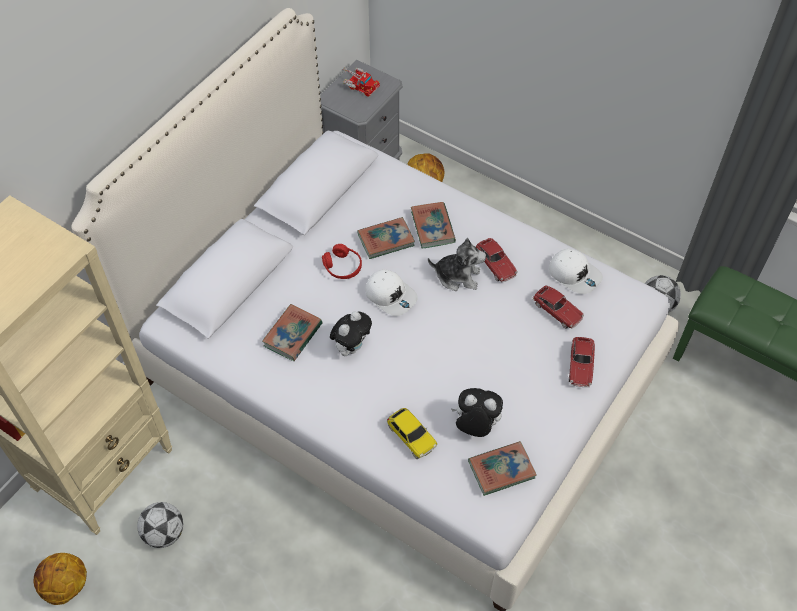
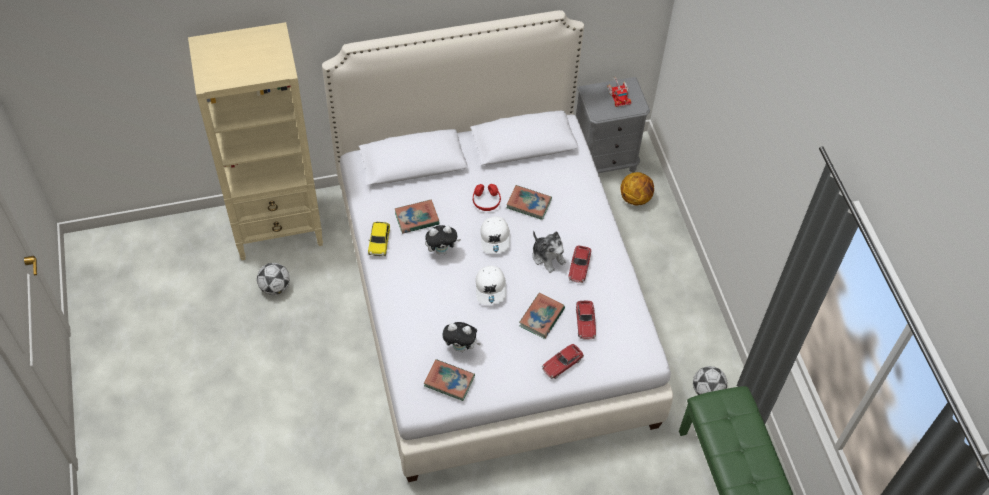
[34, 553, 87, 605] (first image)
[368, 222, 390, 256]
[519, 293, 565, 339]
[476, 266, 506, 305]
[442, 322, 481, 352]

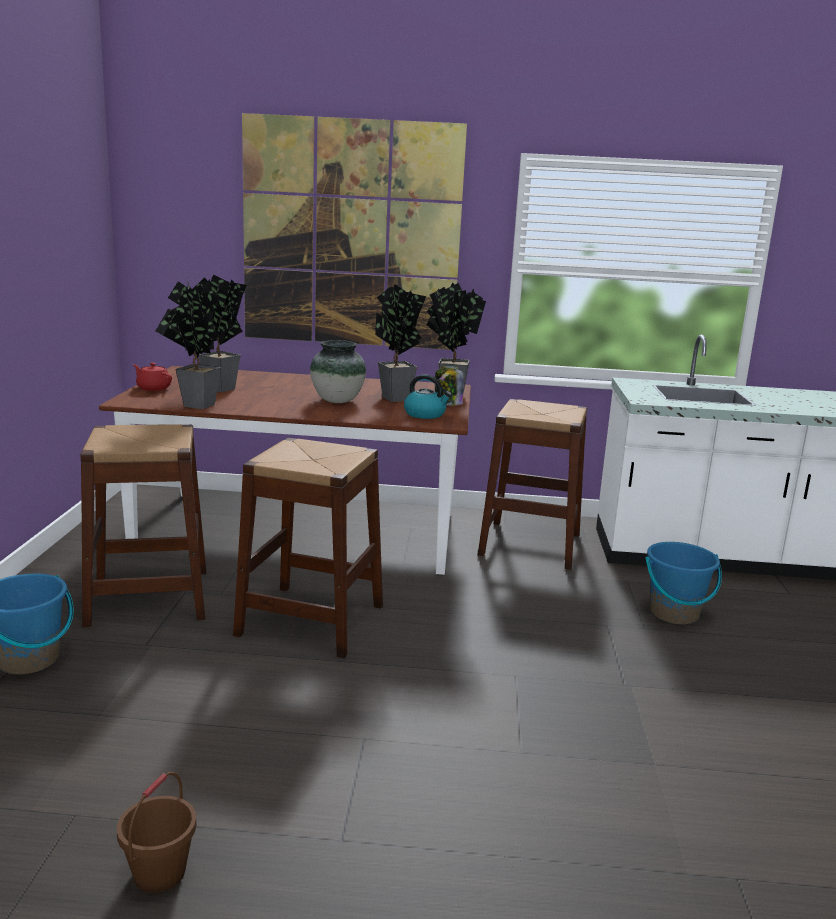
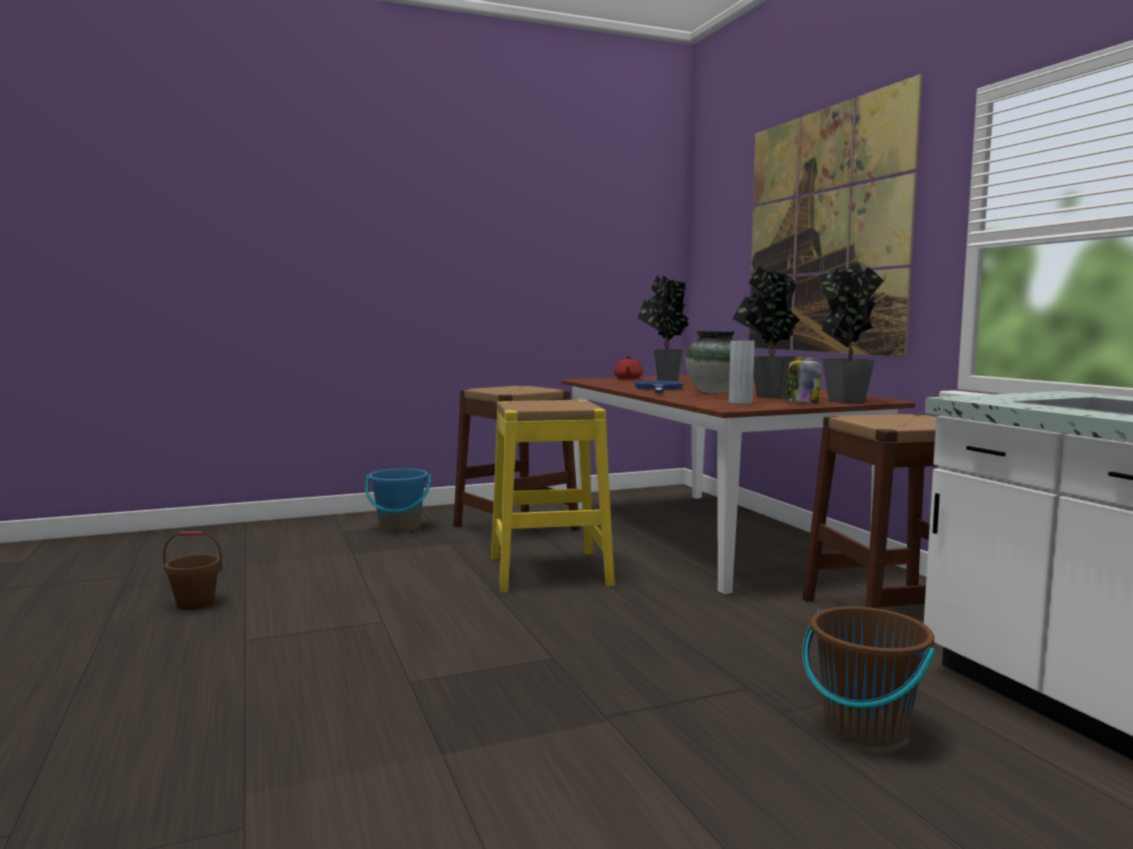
[155, 281, 221, 409] (first image)
[634, 381, 684, 393]
[729, 340, 755, 404]
[491, 400, 615, 592]
[802, 606, 935, 748]

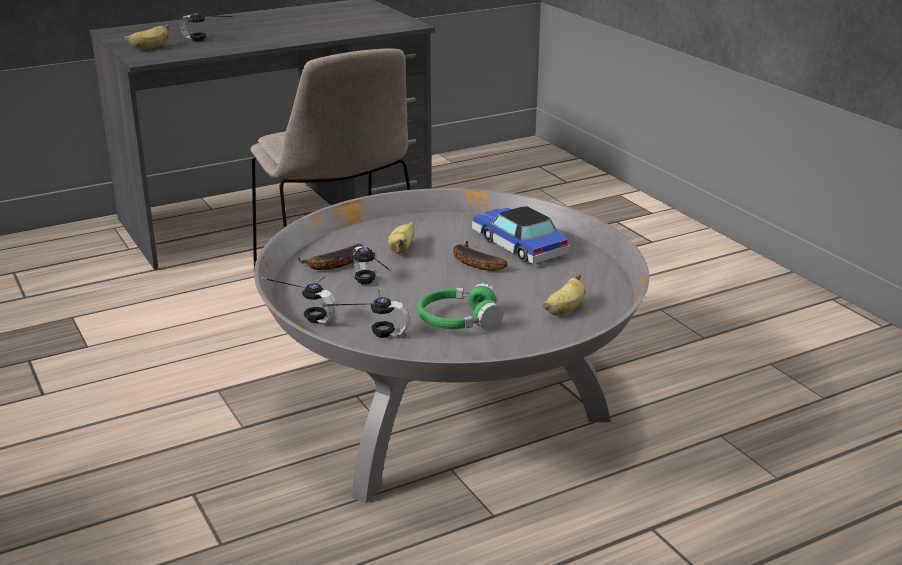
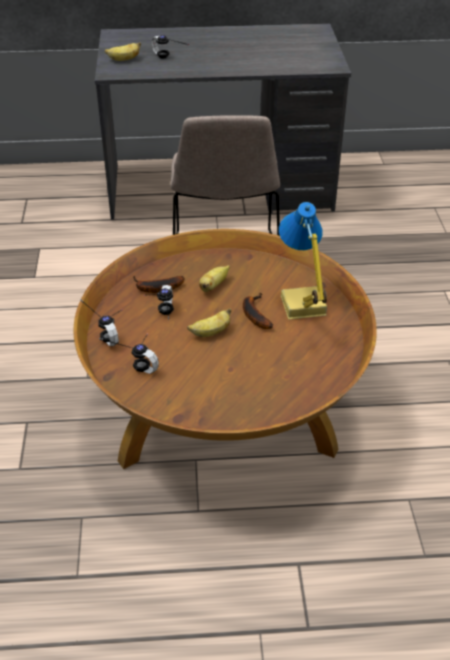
[417, 283, 503, 330] (first image)
[187, 308, 231, 337]
[279, 202, 327, 320]
[74, 229, 377, 469]

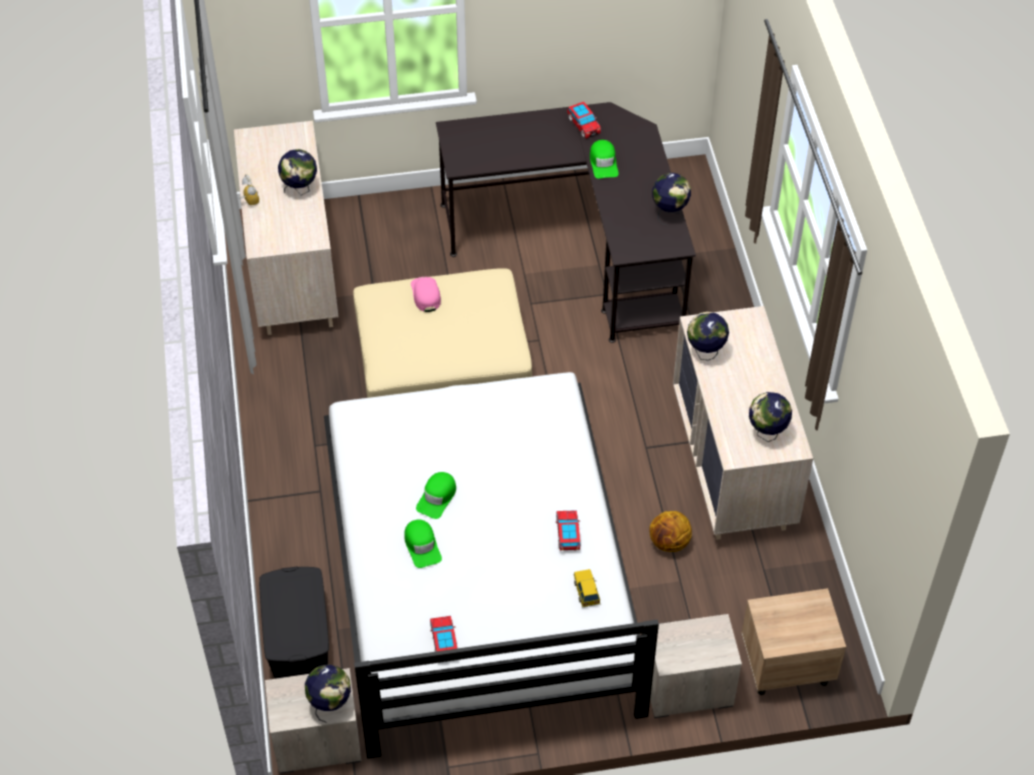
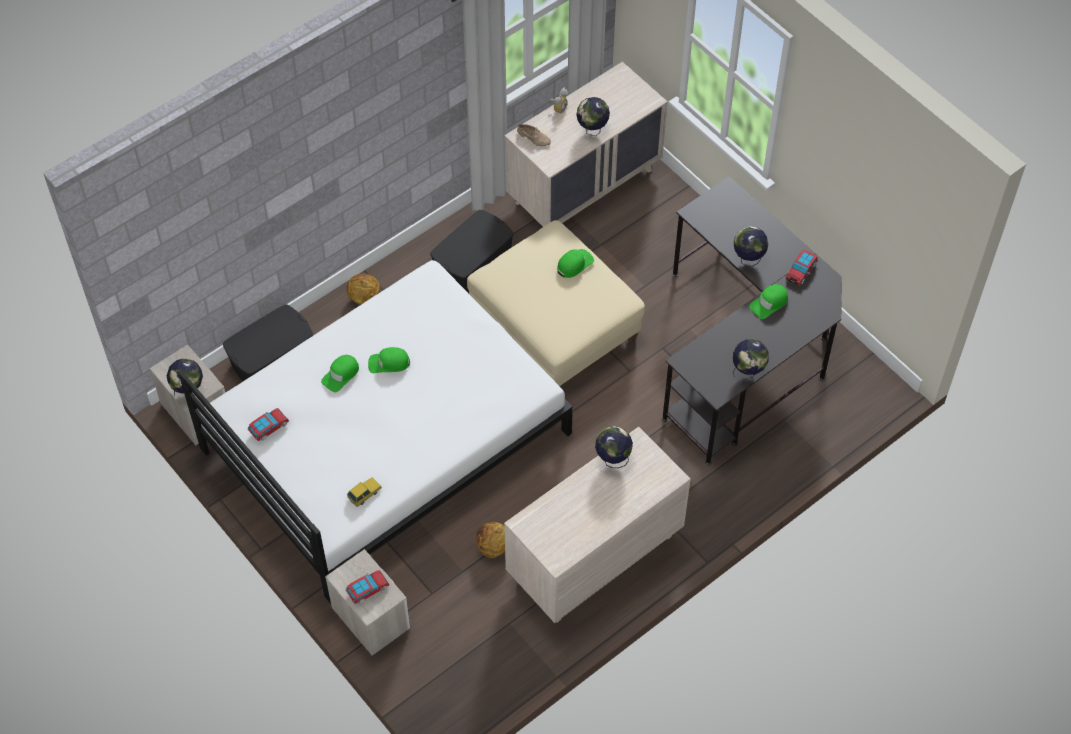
[741, 588, 846, 695] (first image)
[346, 273, 380, 304]
[430, 210, 514, 292]
[517, 124, 551, 146]
[346, 570, 389, 604]
[733, 226, 768, 267]
[557, 249, 594, 278]

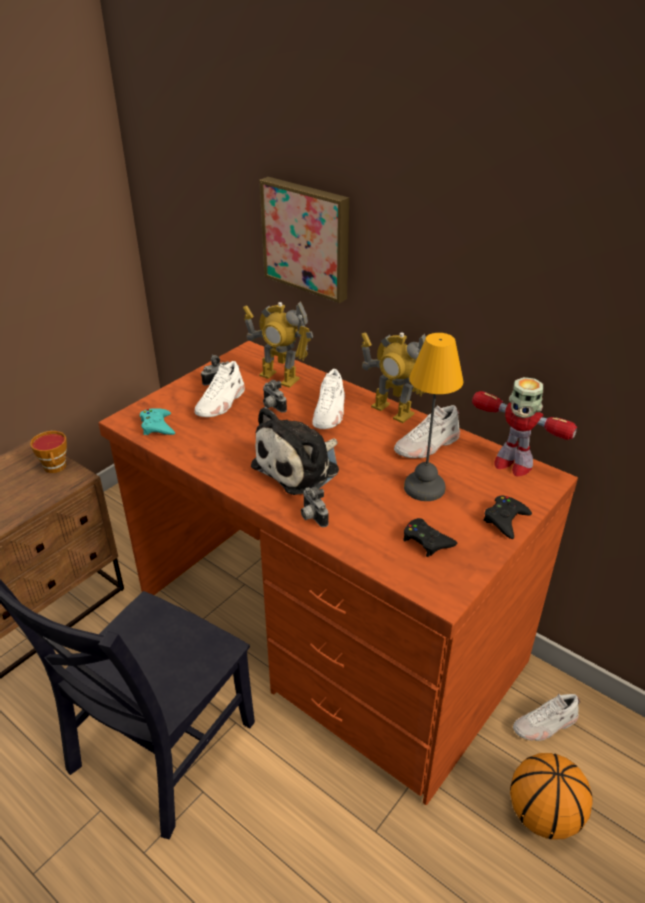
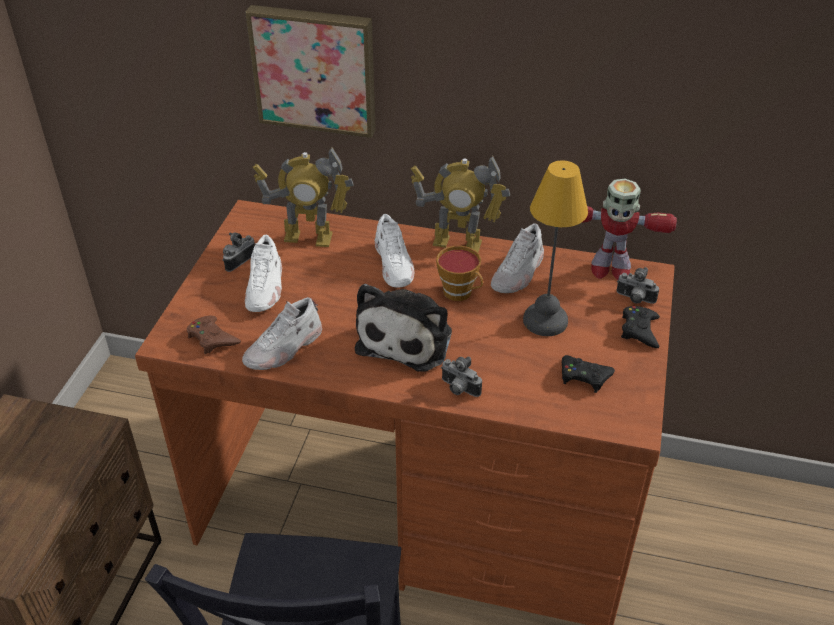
[510, 753, 593, 839] (first image)
[436, 246, 483, 301]
[617, 267, 659, 304]
[242, 297, 322, 370]
[187, 315, 241, 354]

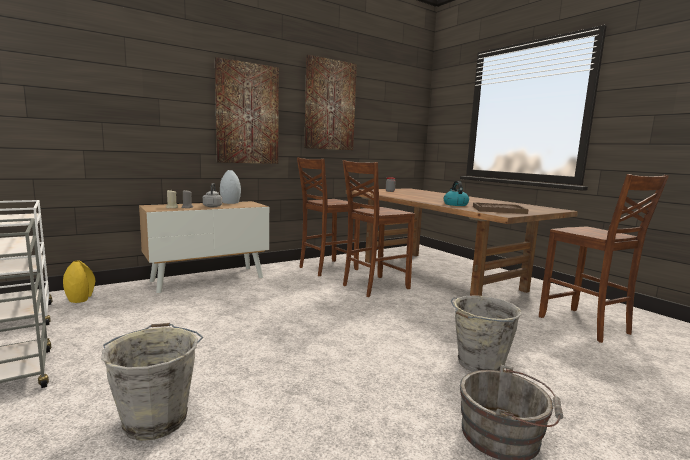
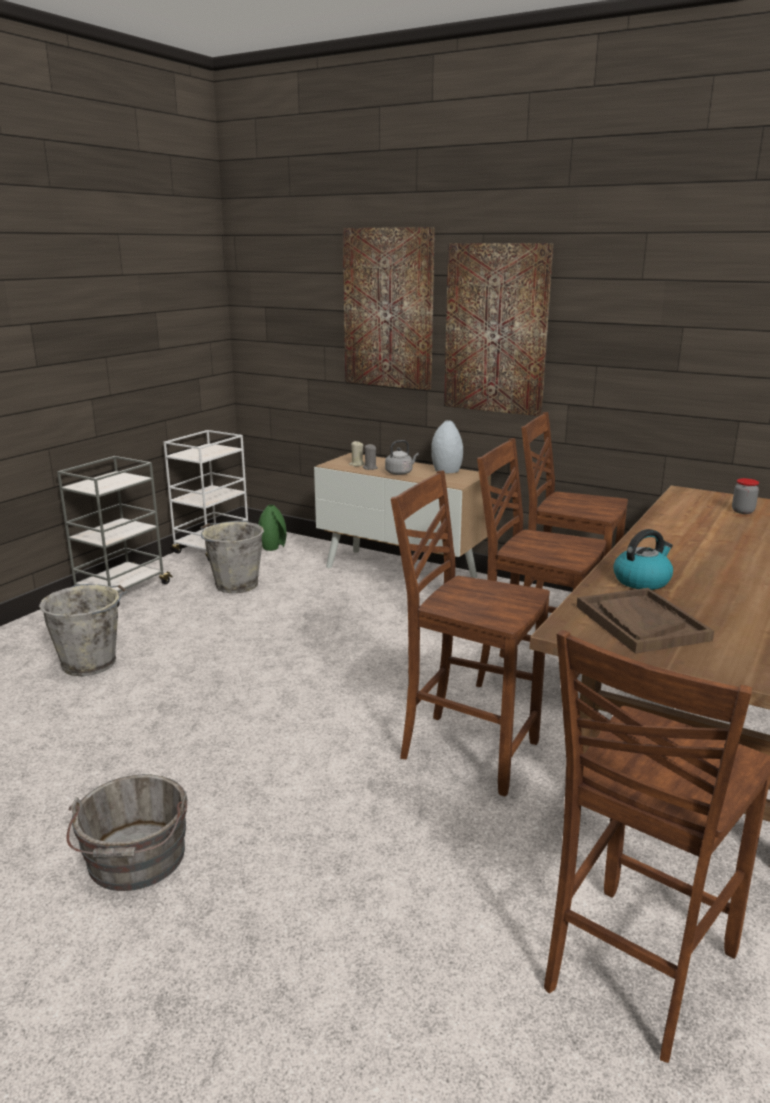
[391, 471, 550, 796]
[343, 227, 435, 390]
[200, 521, 264, 593]
[258, 505, 287, 551]

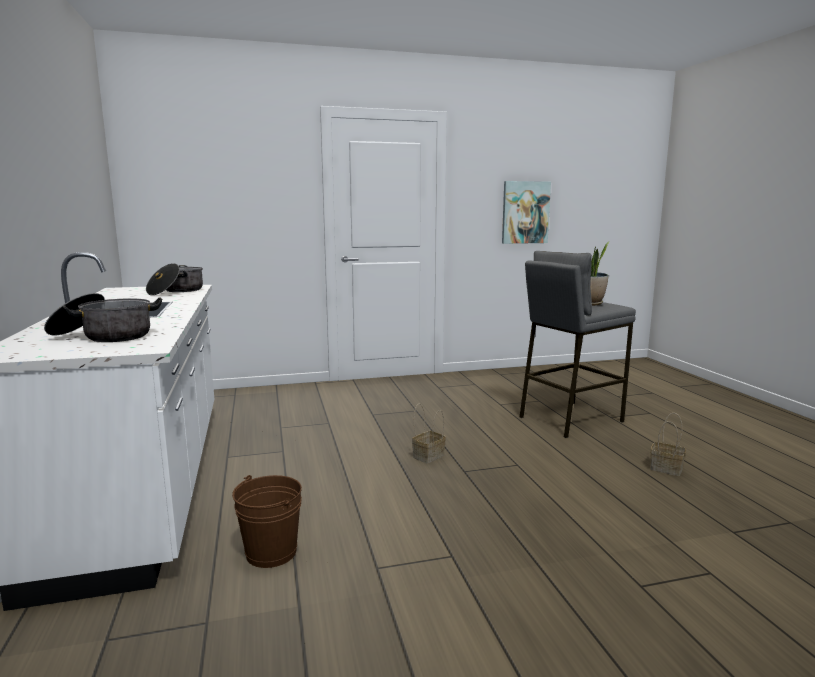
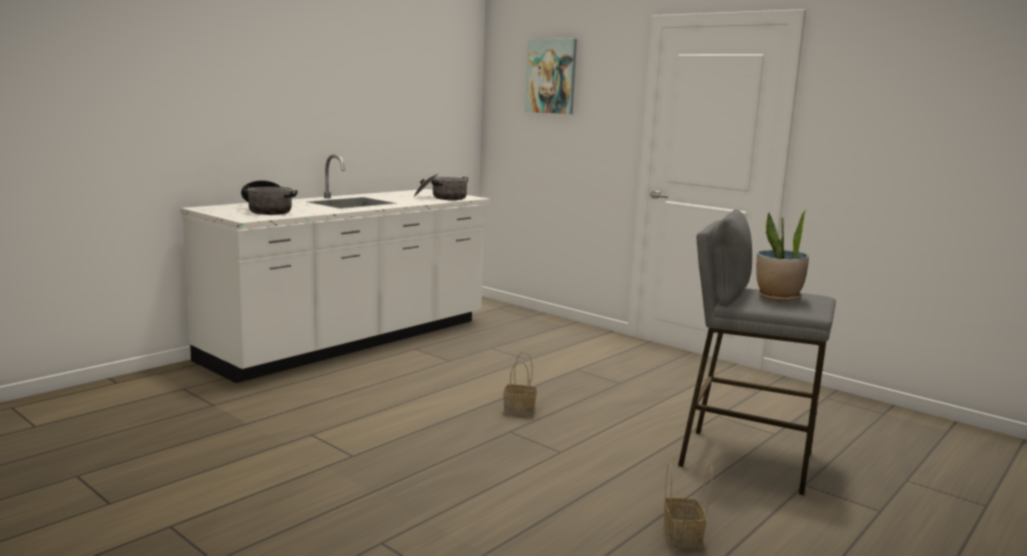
[232, 475, 302, 568] (first image)
[525, 39, 577, 114]

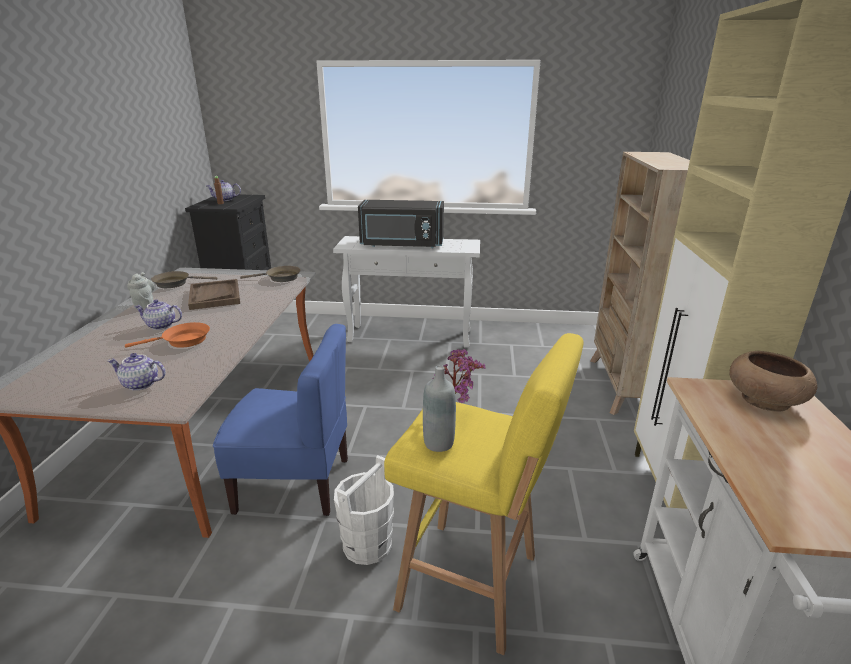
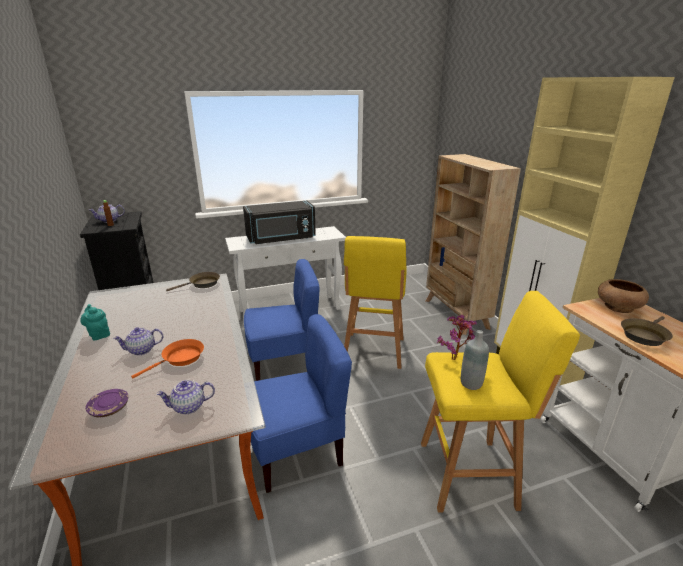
[188, 279, 240, 310] (first image)
[334, 455, 394, 565] (first image)
[86, 389, 128, 417]
[244, 259, 320, 381]
[344, 236, 407, 369]
[621, 316, 673, 346]
[80, 304, 110, 340]

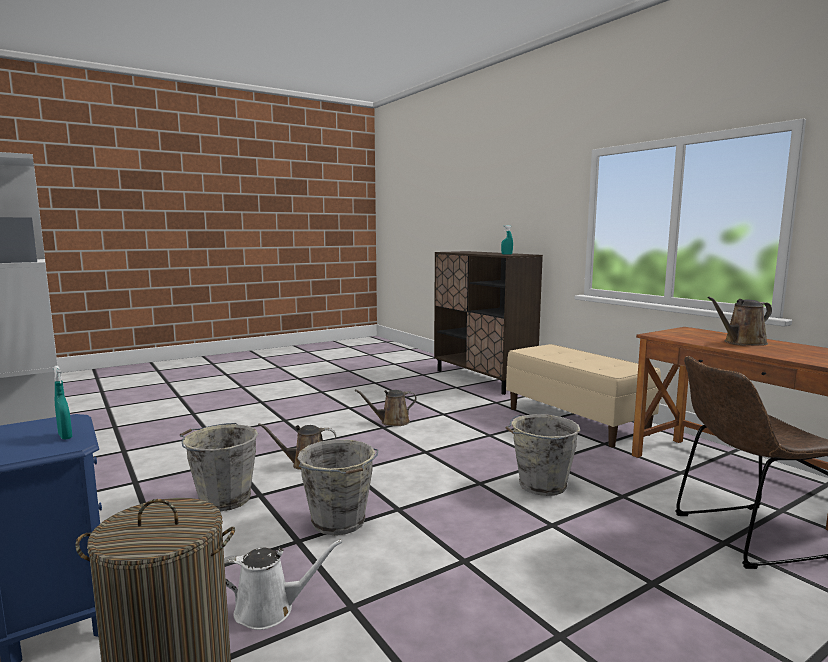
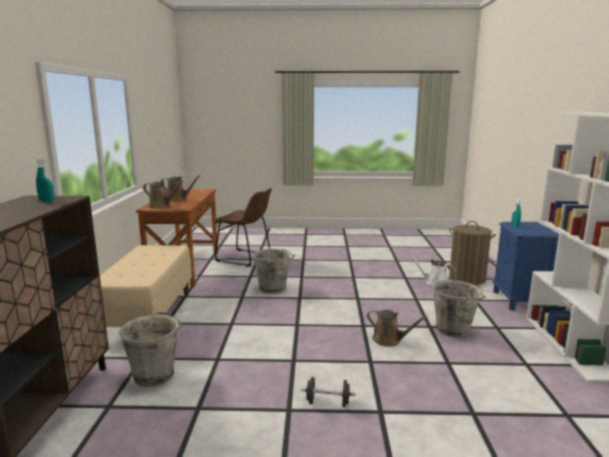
[301, 377, 355, 407]
[119, 312, 182, 387]
[143, 181, 184, 209]

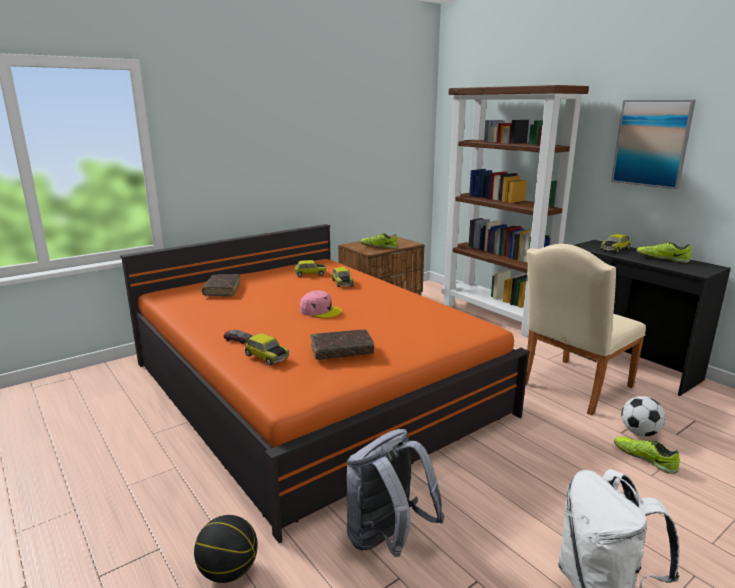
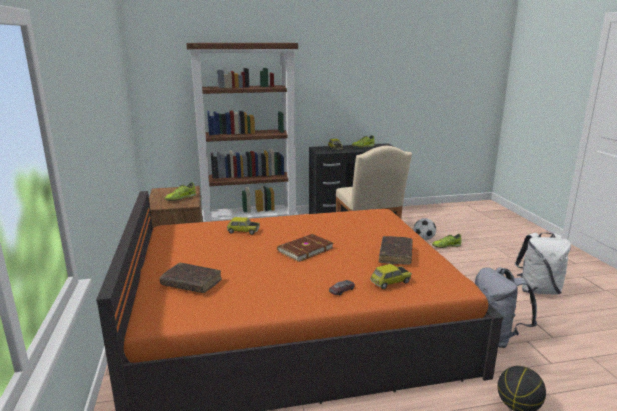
[294, 260, 326, 277] (first image)
[611, 100, 696, 189] (first image)
[277, 234, 333, 262]

